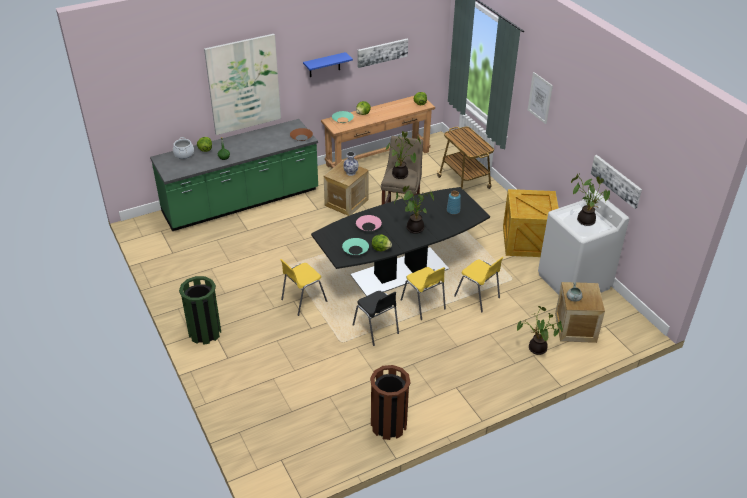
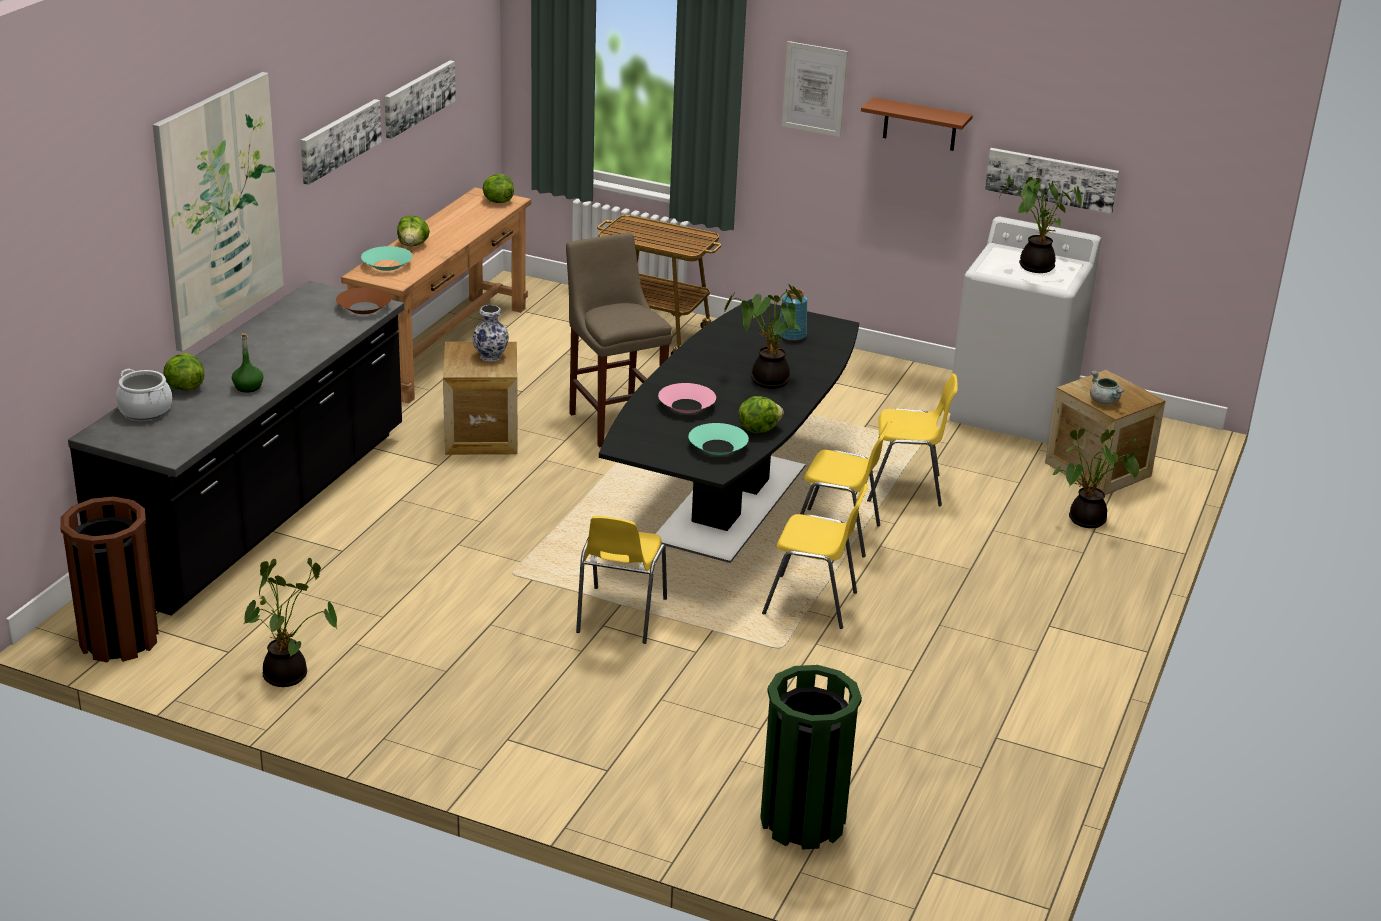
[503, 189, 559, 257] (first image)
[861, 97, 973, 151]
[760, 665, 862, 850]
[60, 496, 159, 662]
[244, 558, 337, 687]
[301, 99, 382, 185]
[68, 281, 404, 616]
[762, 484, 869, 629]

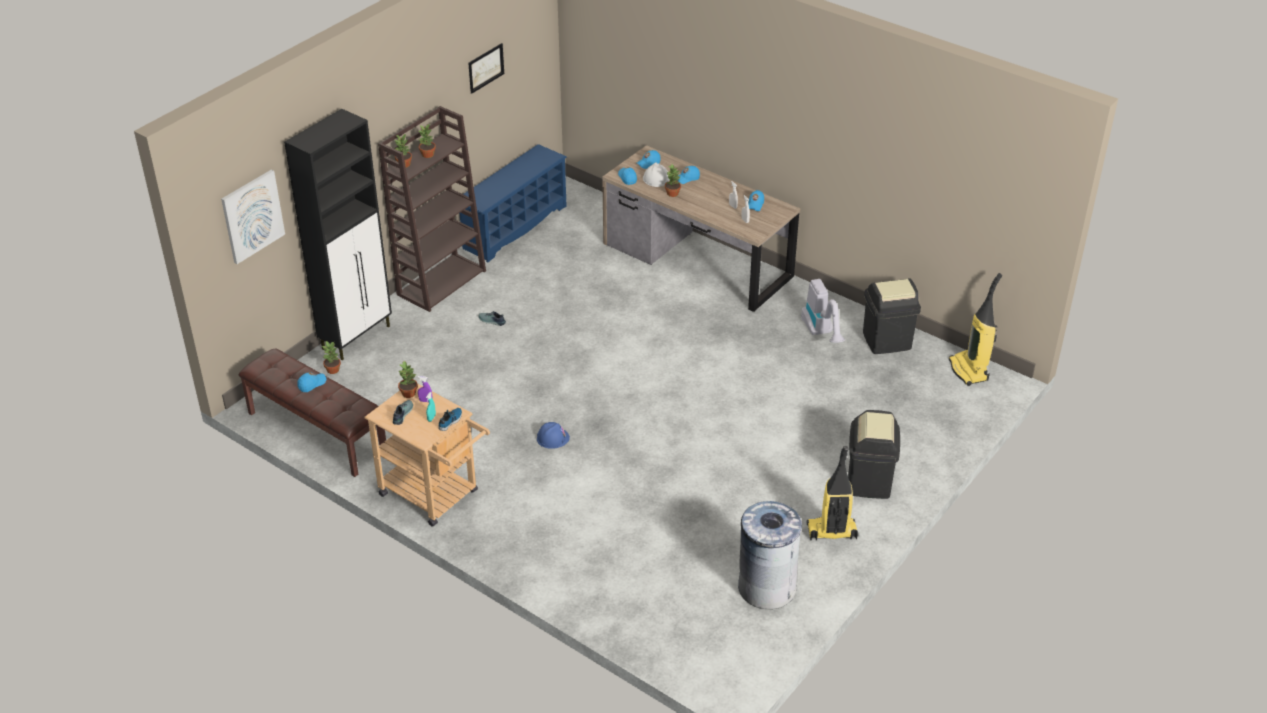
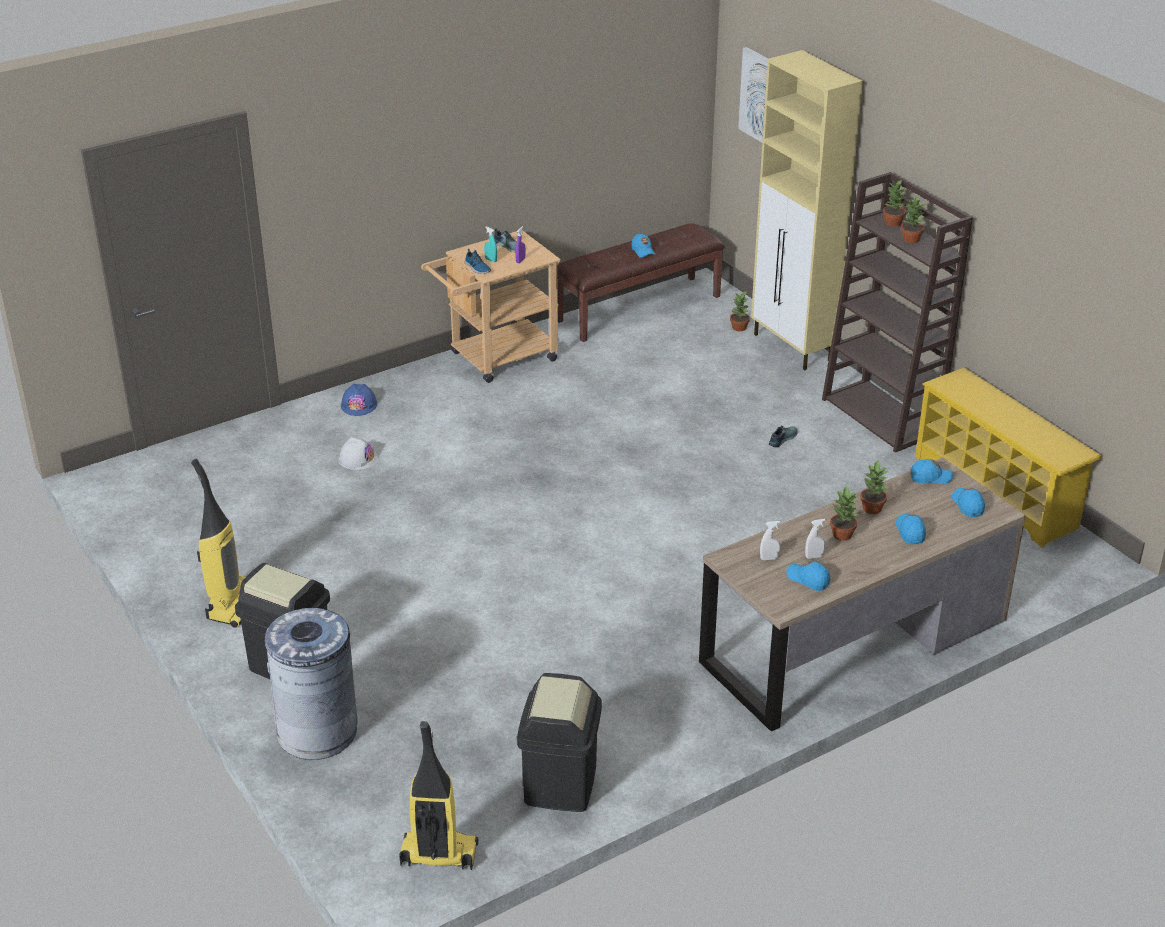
[468, 43, 504, 94] (first image)
[801, 279, 845, 343] (first image)
[830, 486, 858, 541]
[341, 384, 377, 416]
[338, 437, 379, 470]
[265, 608, 357, 760]
[751, 50, 863, 371]
[915, 367, 1102, 548]

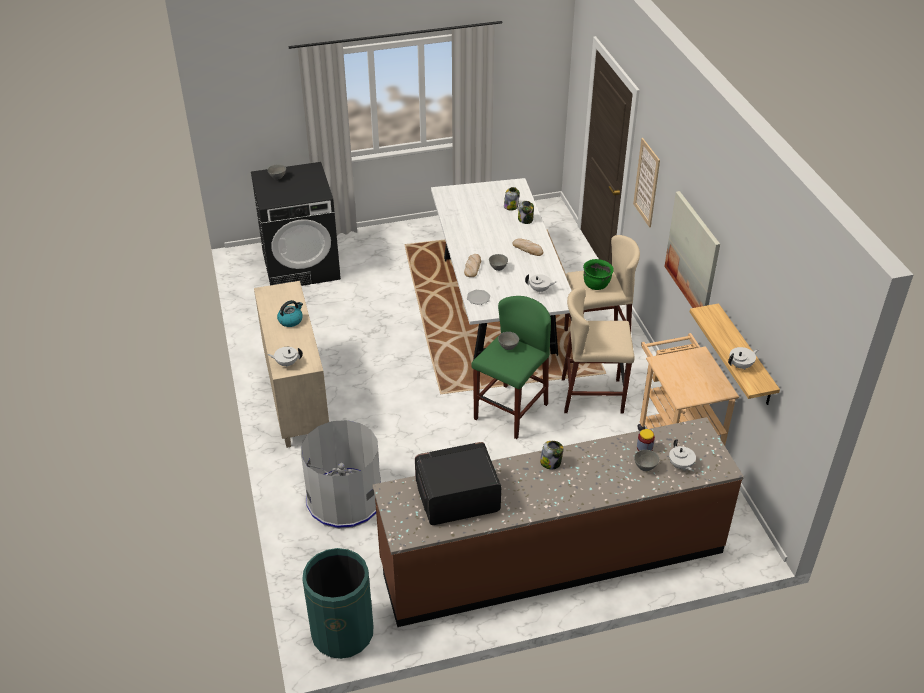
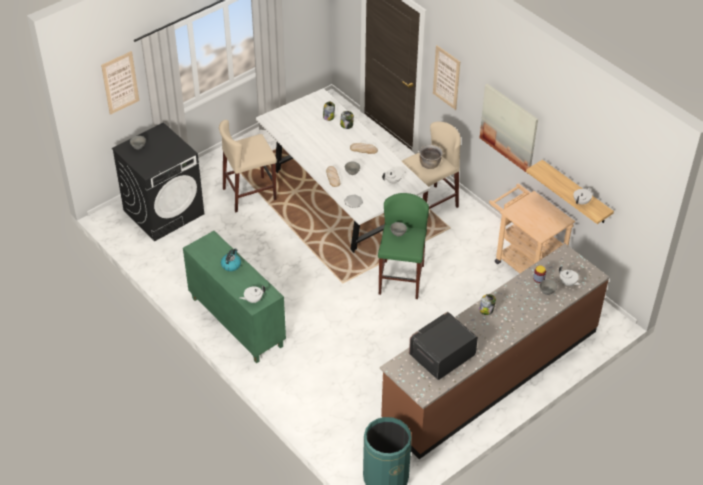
[301, 420, 381, 529] (first image)
[101, 51, 139, 115]
[219, 120, 277, 212]
[183, 231, 286, 364]
[419, 145, 443, 169]

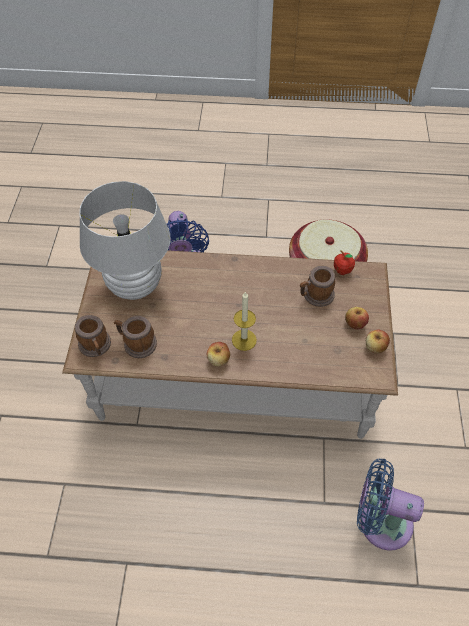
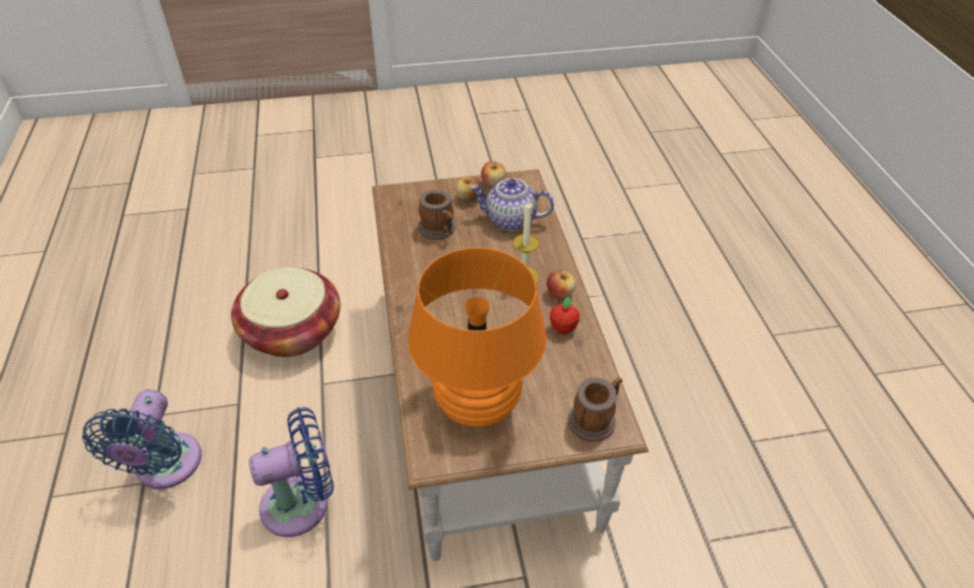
[114, 316, 157, 358] (first image)
[470, 178, 554, 231]
[550, 297, 580, 334]
[82, 389, 202, 489]
[408, 247, 547, 427]

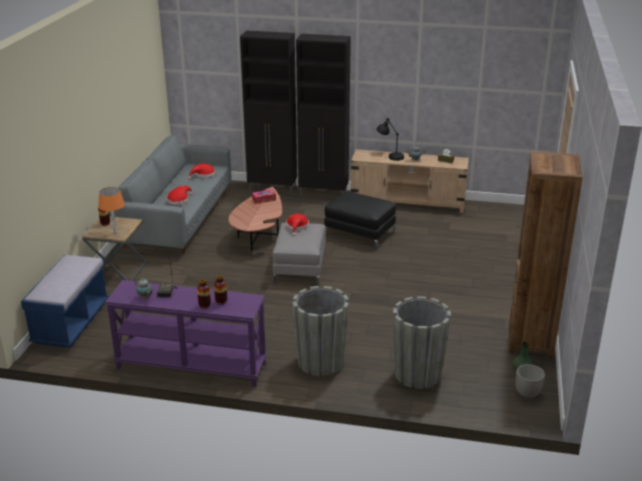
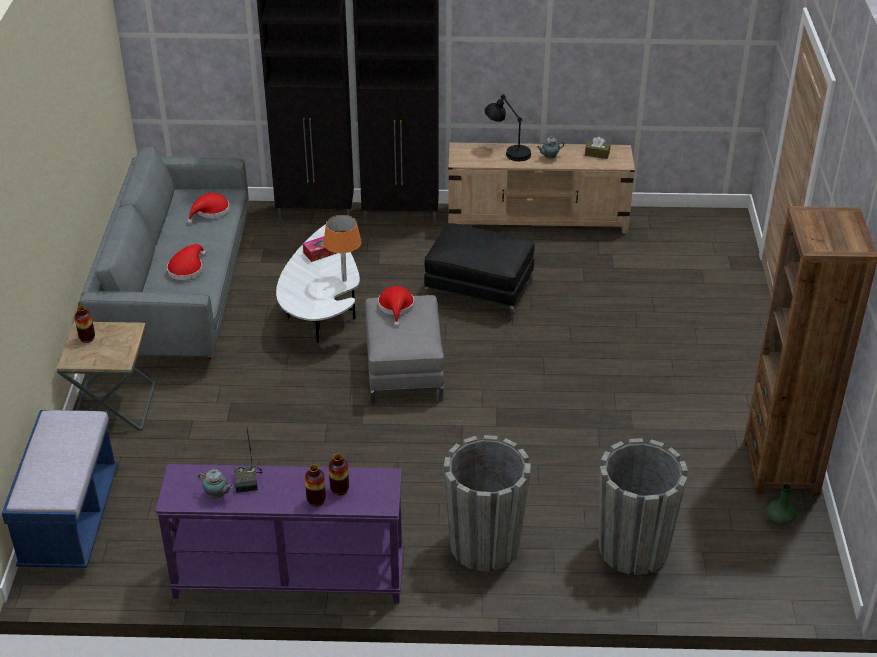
[516, 364, 545, 399] (first image)
[323, 215, 362, 281]
[276, 224, 360, 343]

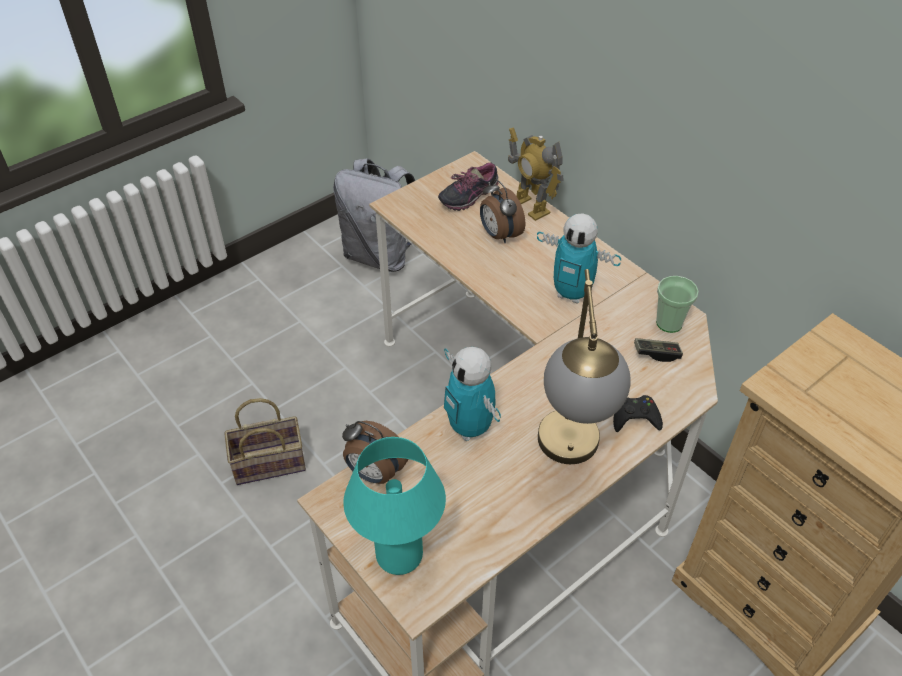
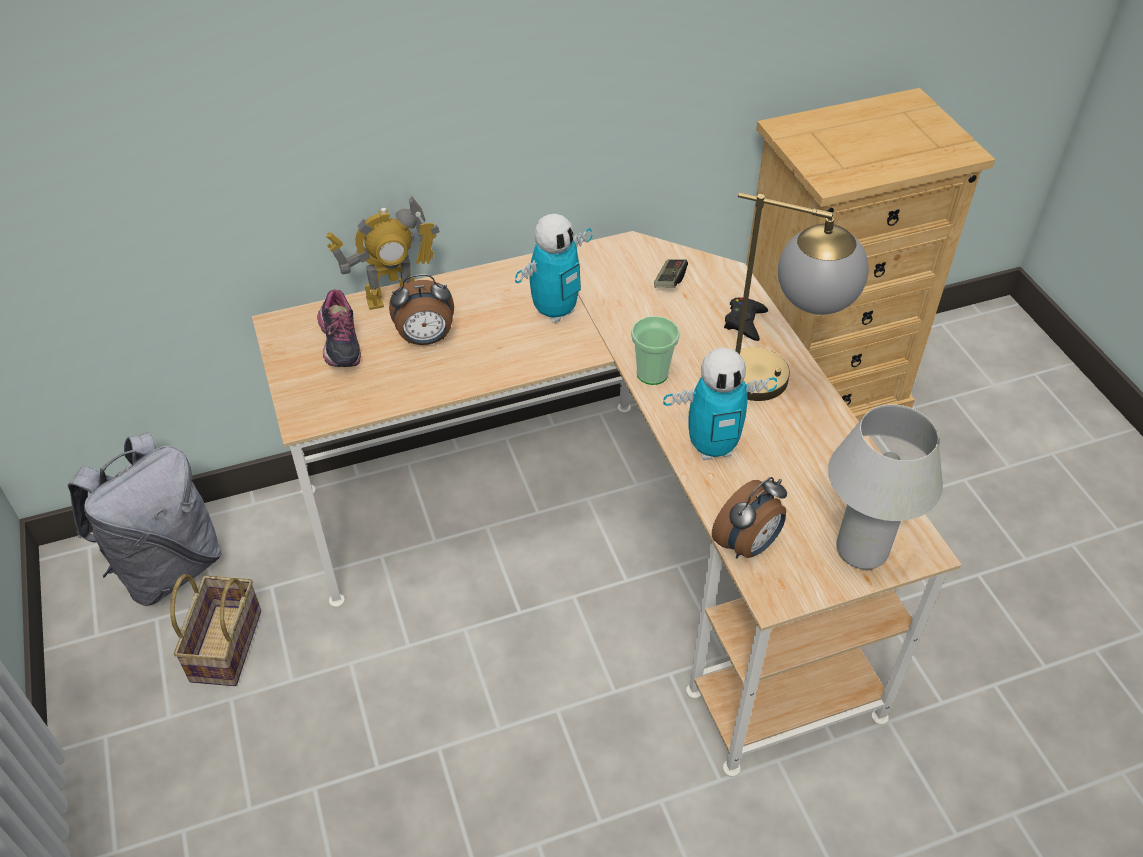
[170, 574, 261, 686]
[631, 316, 680, 385]
[828, 404, 943, 570]

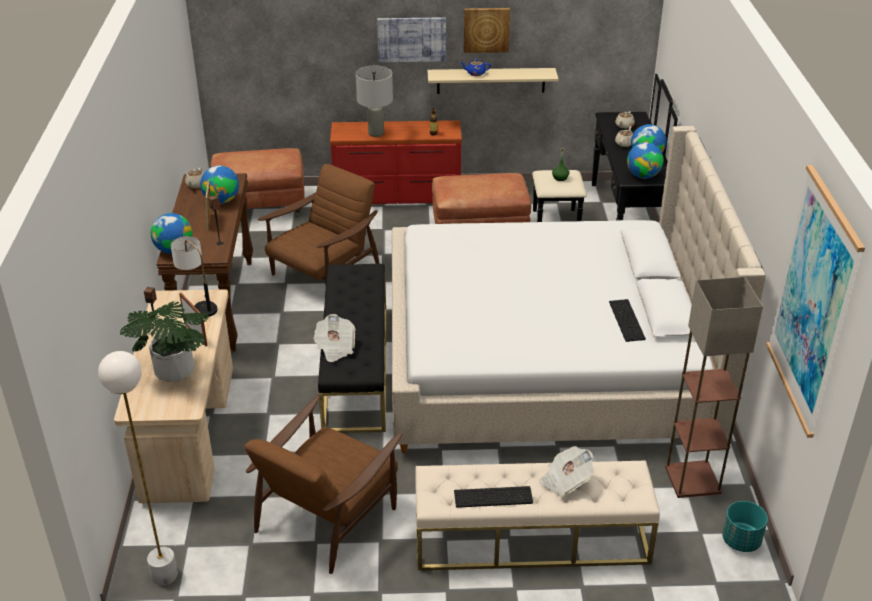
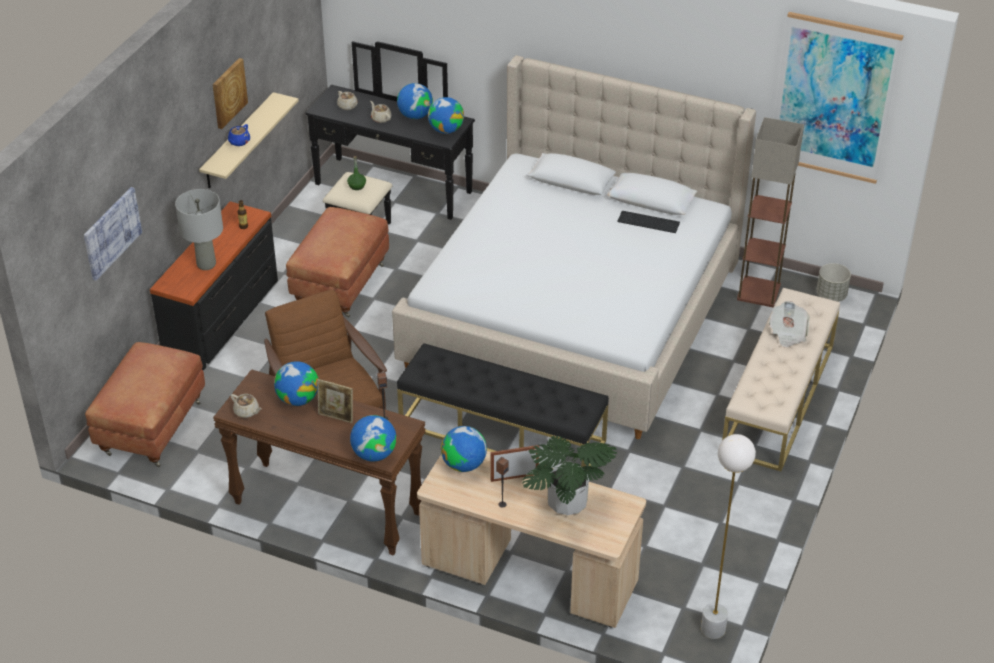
[244, 395, 402, 574] (first image)
[313, 314, 356, 362] (first image)
[454, 486, 533, 508] (first image)
[84, 187, 142, 281]
[441, 426, 487, 472]
[150, 201, 278, 371]
[816, 263, 851, 302]

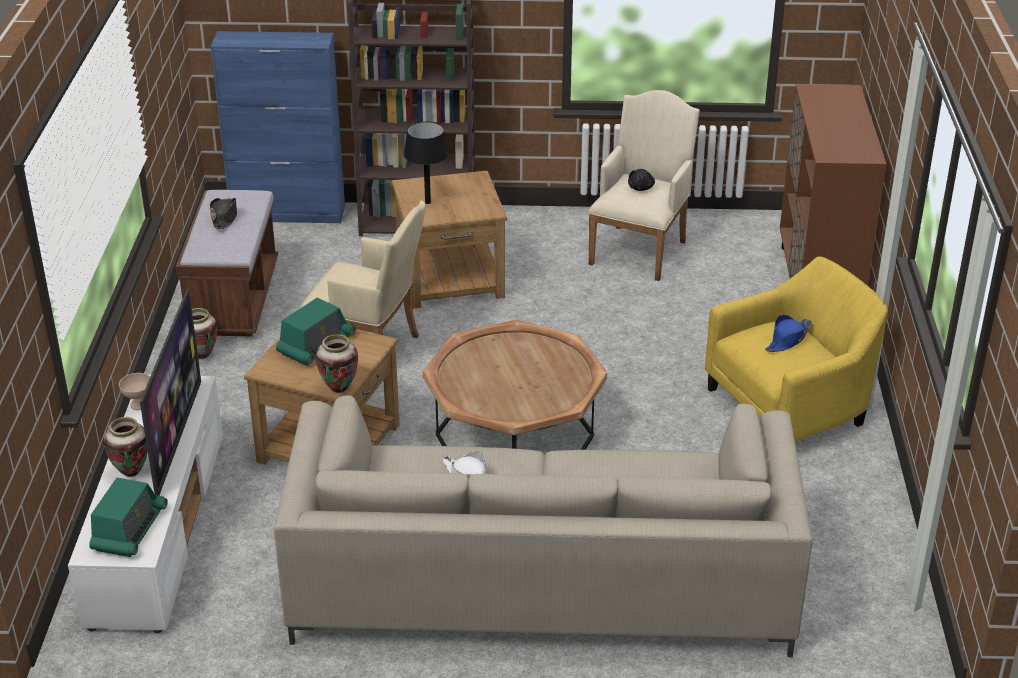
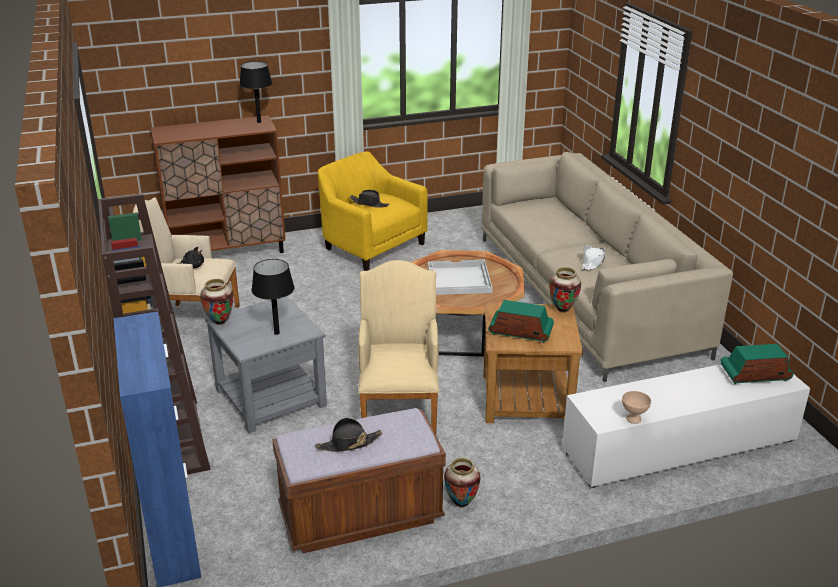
[140, 289, 201, 496] (first image)
[239, 61, 272, 123]
[428, 260, 492, 295]
[200, 279, 233, 325]
[205, 296, 327, 433]
[349, 190, 389, 208]

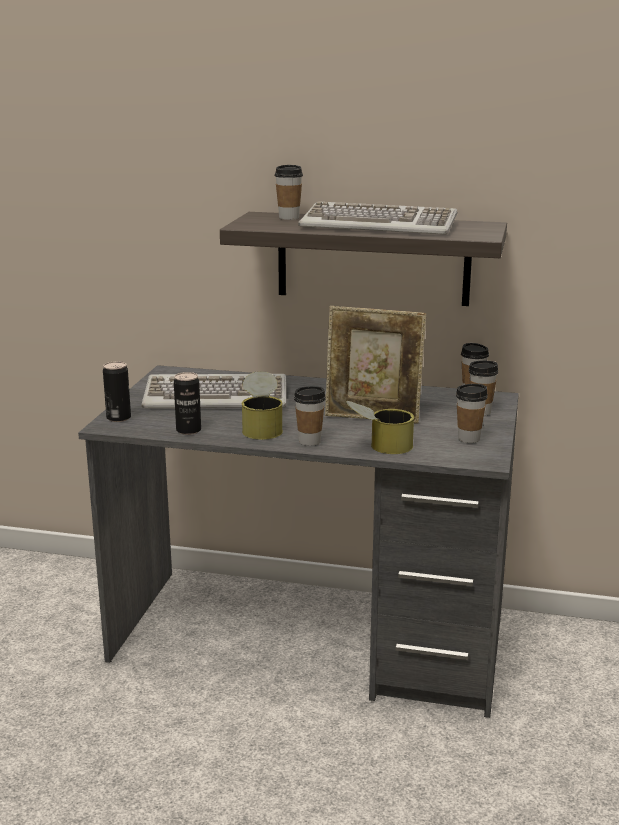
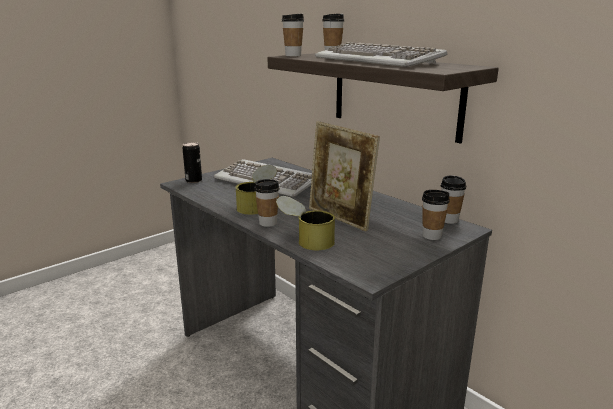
[174, 372, 201, 435] (first image)
[282, 14, 304, 56]

